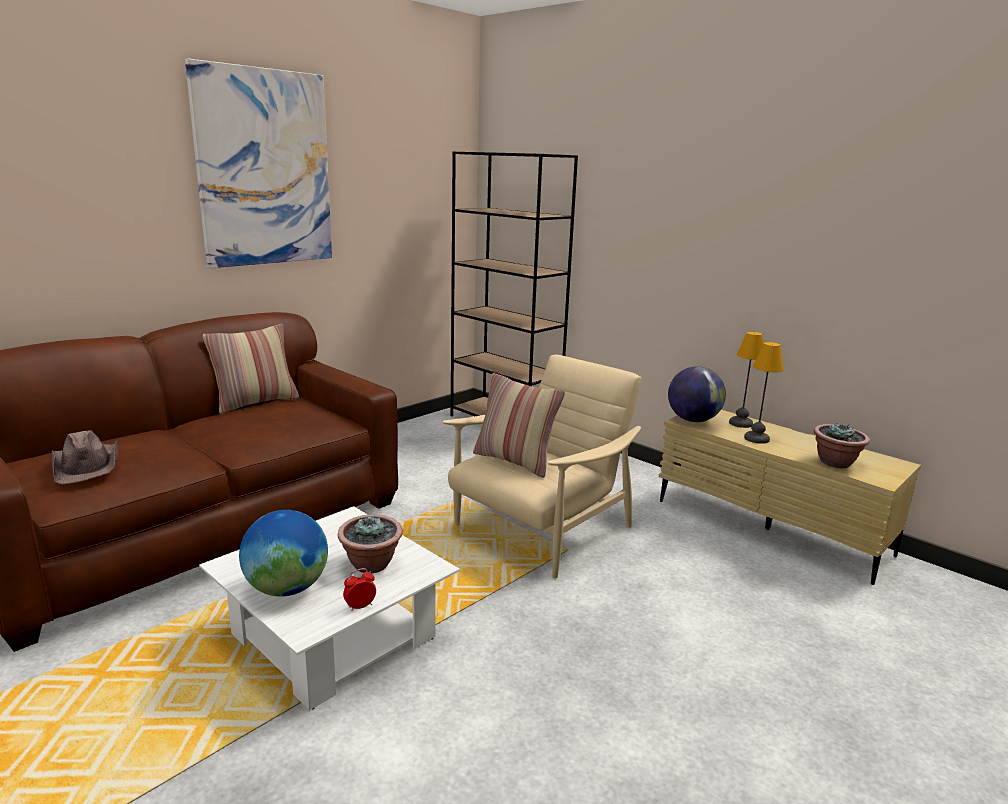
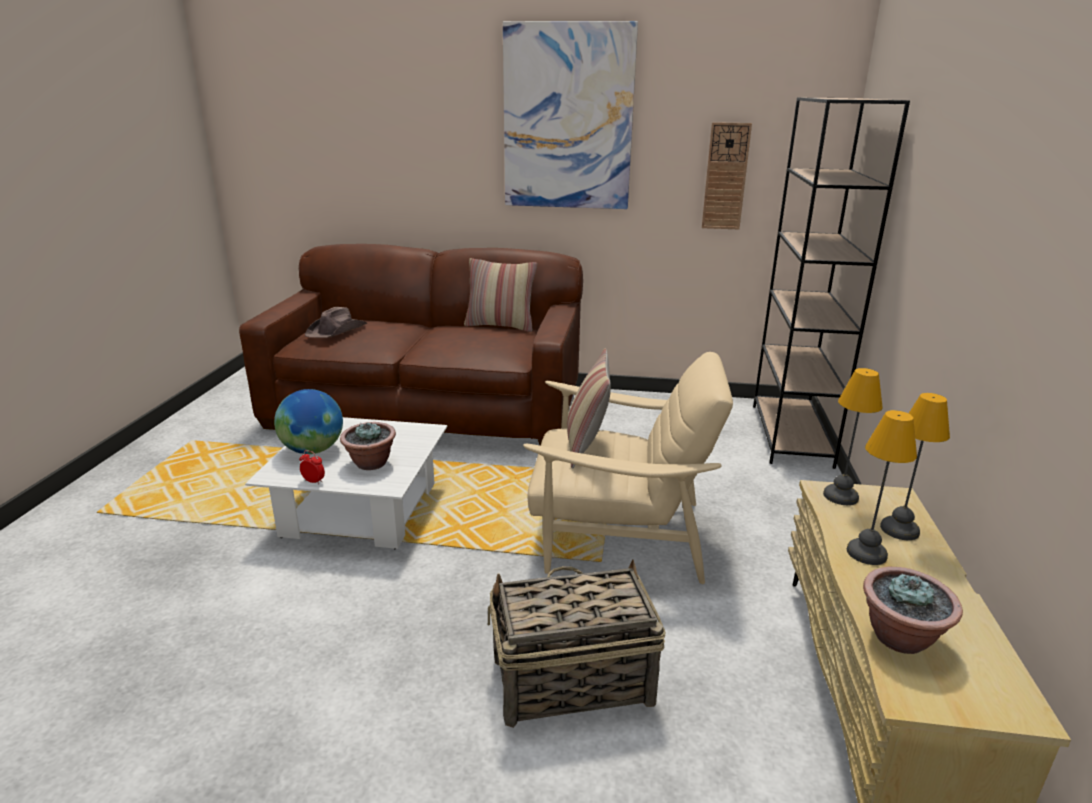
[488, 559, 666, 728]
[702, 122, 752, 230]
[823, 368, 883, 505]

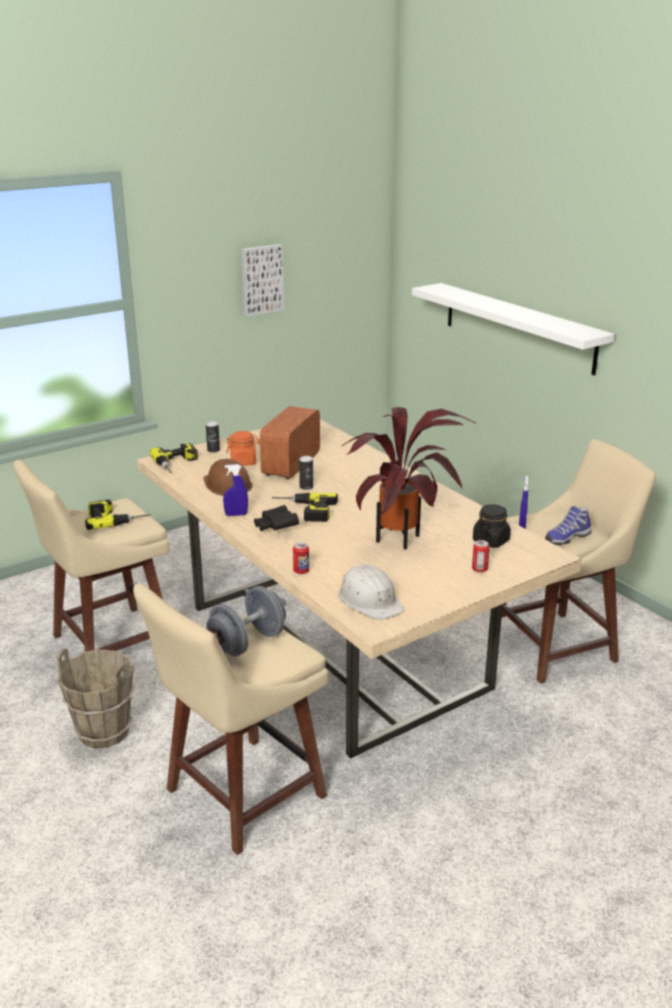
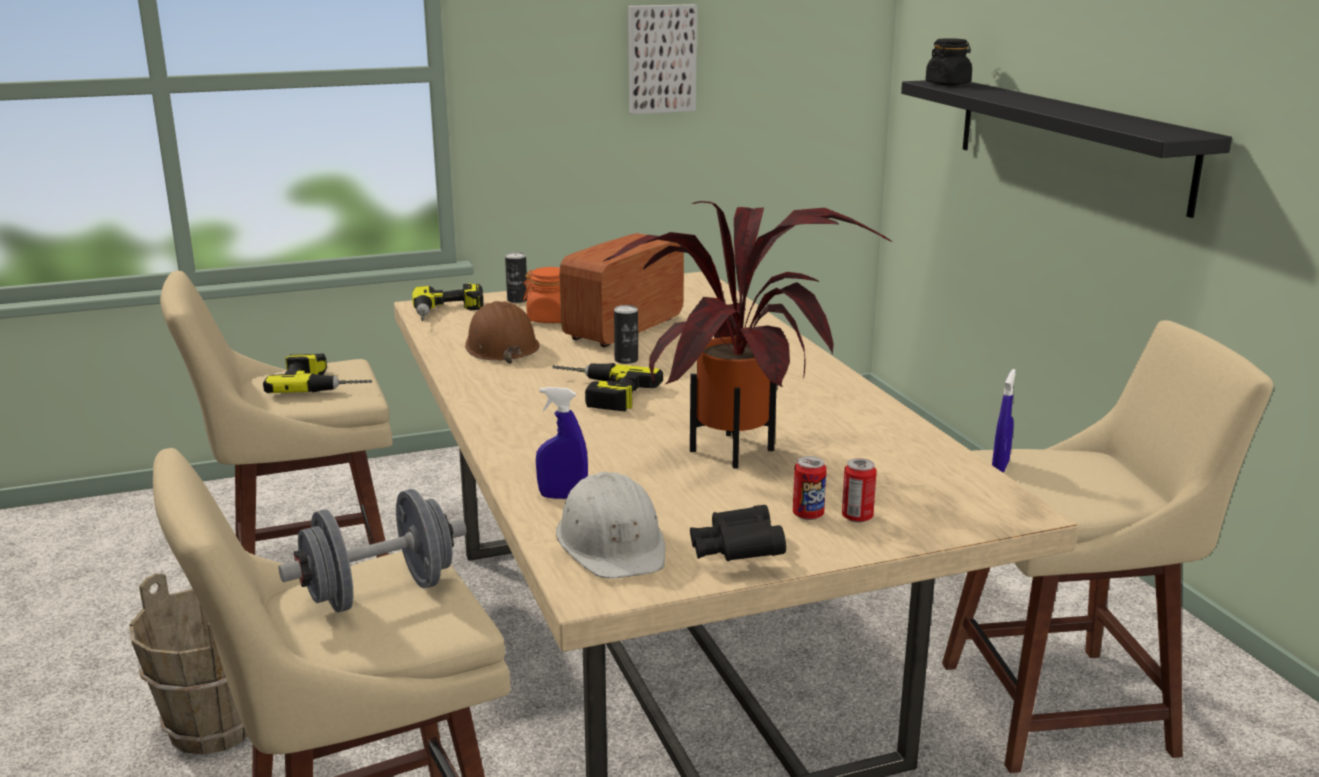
[536, 387, 588, 499]
[690, 505, 786, 561]
[793, 456, 827, 520]
[901, 80, 1232, 218]
[926, 38, 972, 86]
[545, 506, 591, 545] (first image)

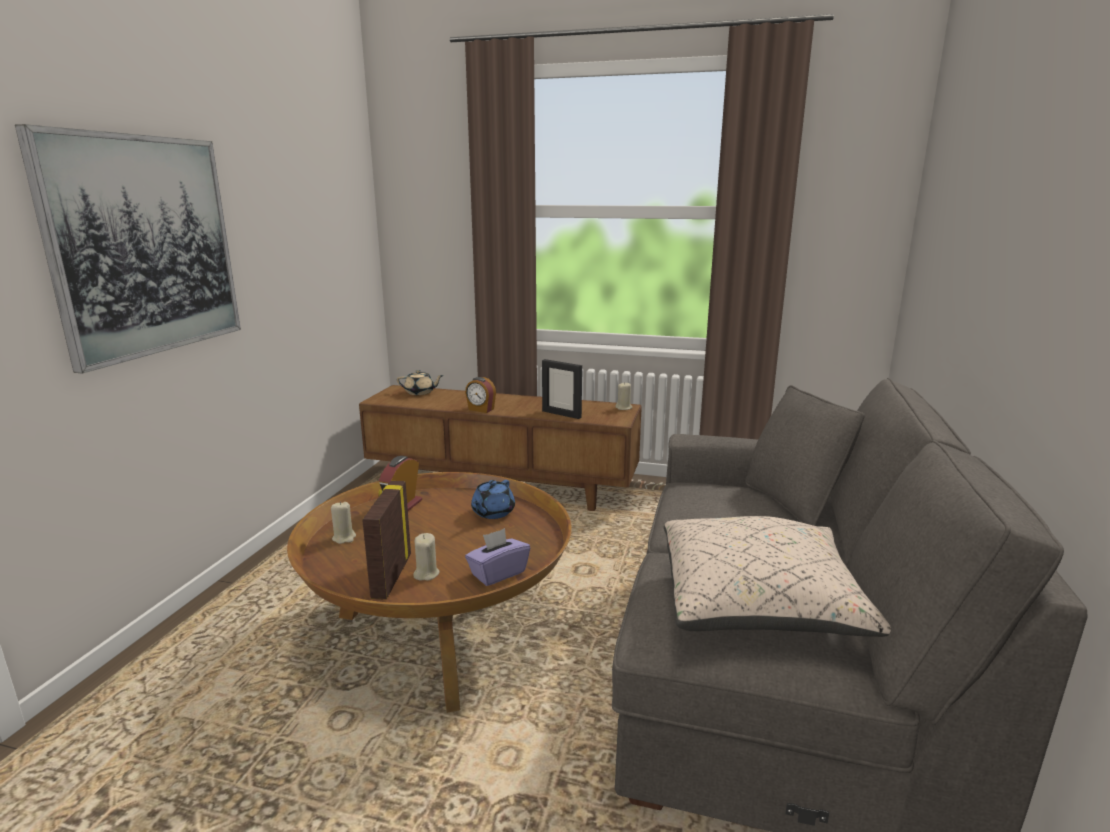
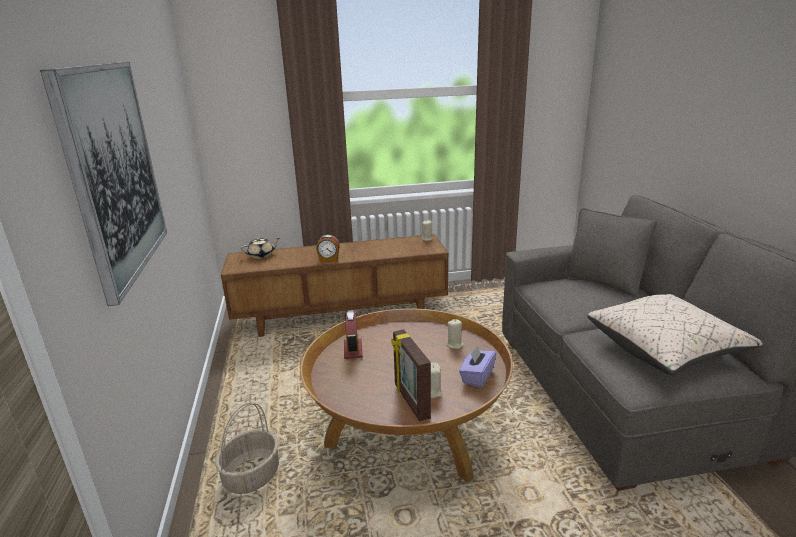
[215, 402, 279, 494]
[446, 319, 464, 349]
[471, 480, 515, 519] (first image)
[542, 359, 582, 419] (first image)

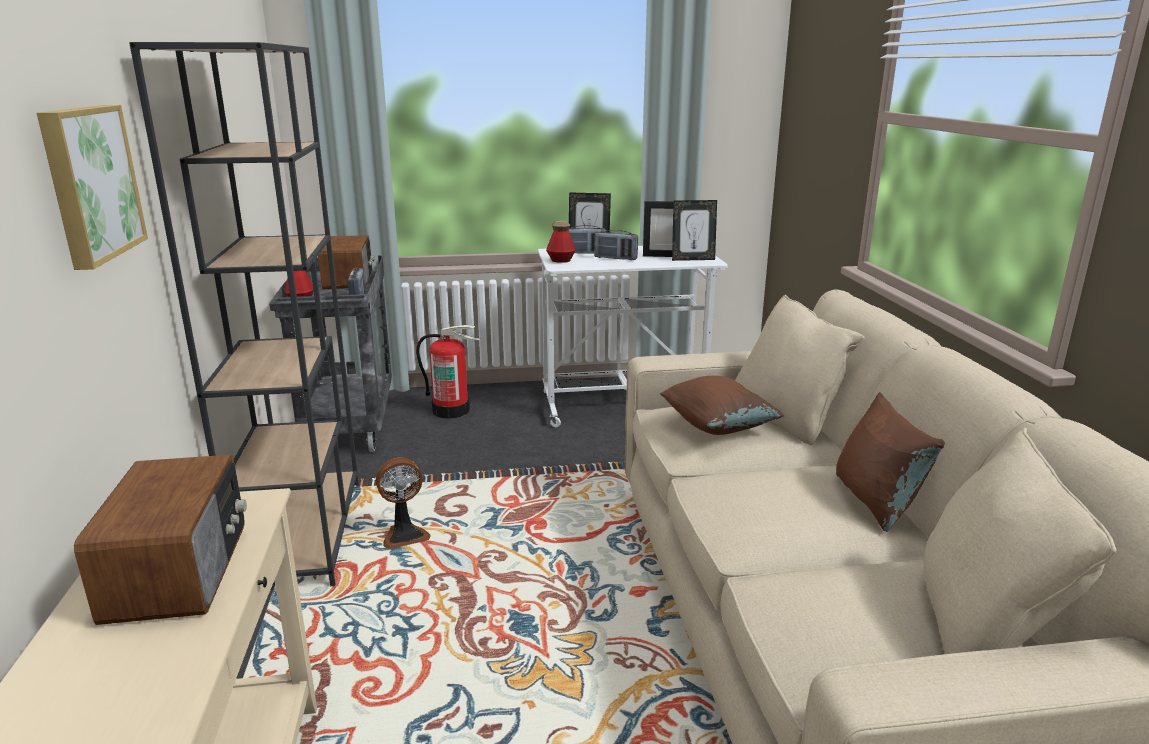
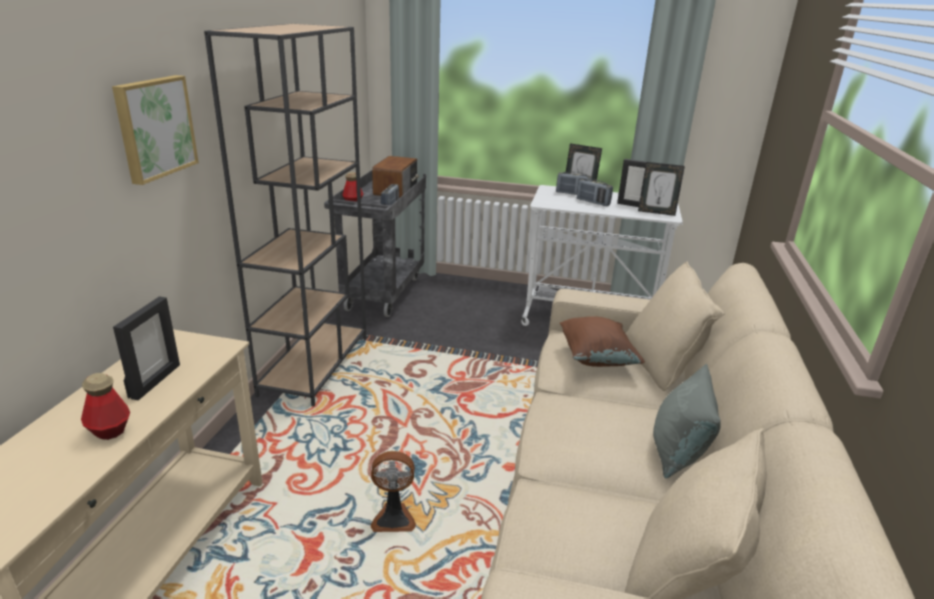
[81, 373, 130, 440]
[113, 296, 180, 400]
[371, 451, 416, 532]
[653, 364, 721, 479]
[416, 325, 480, 419] (first image)

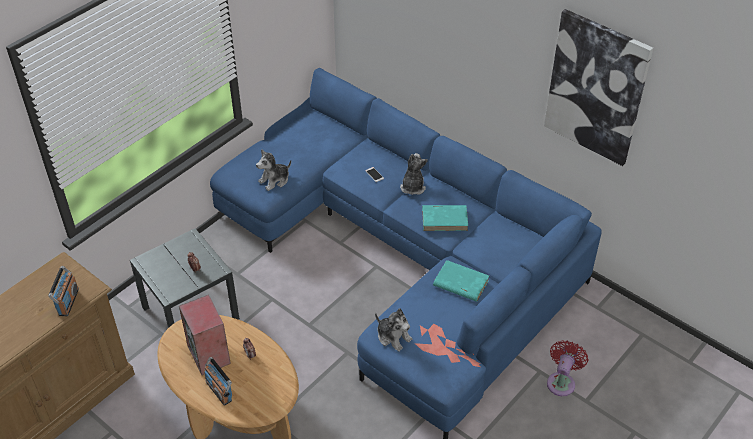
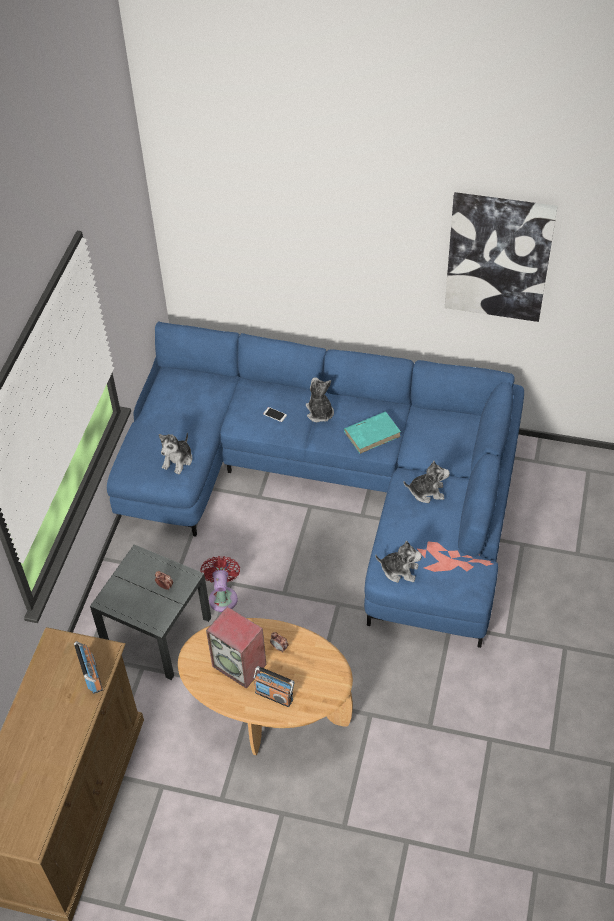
[201, 556, 240, 612]
[403, 461, 450, 503]

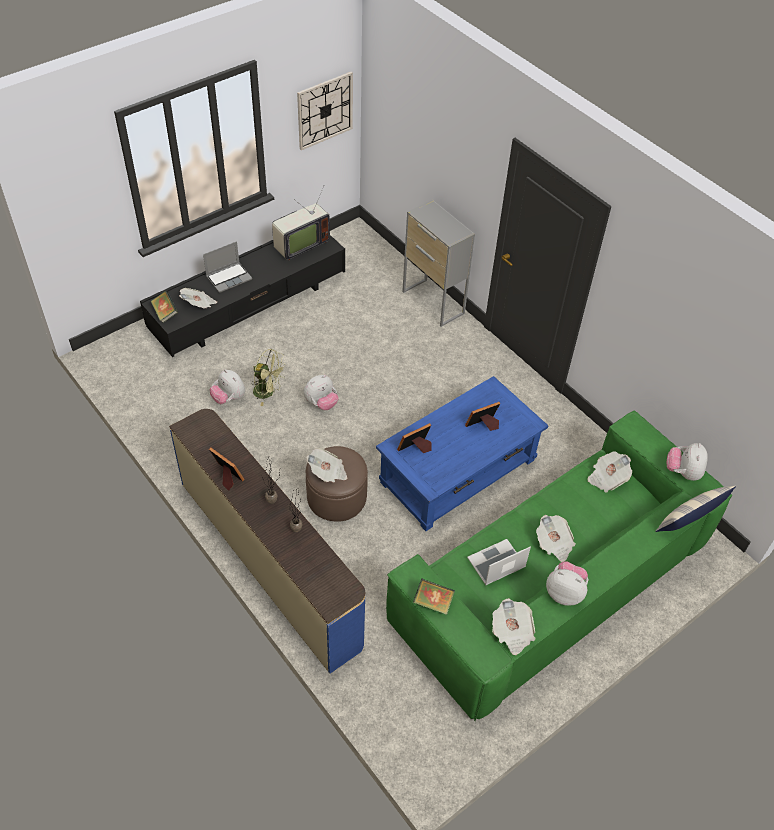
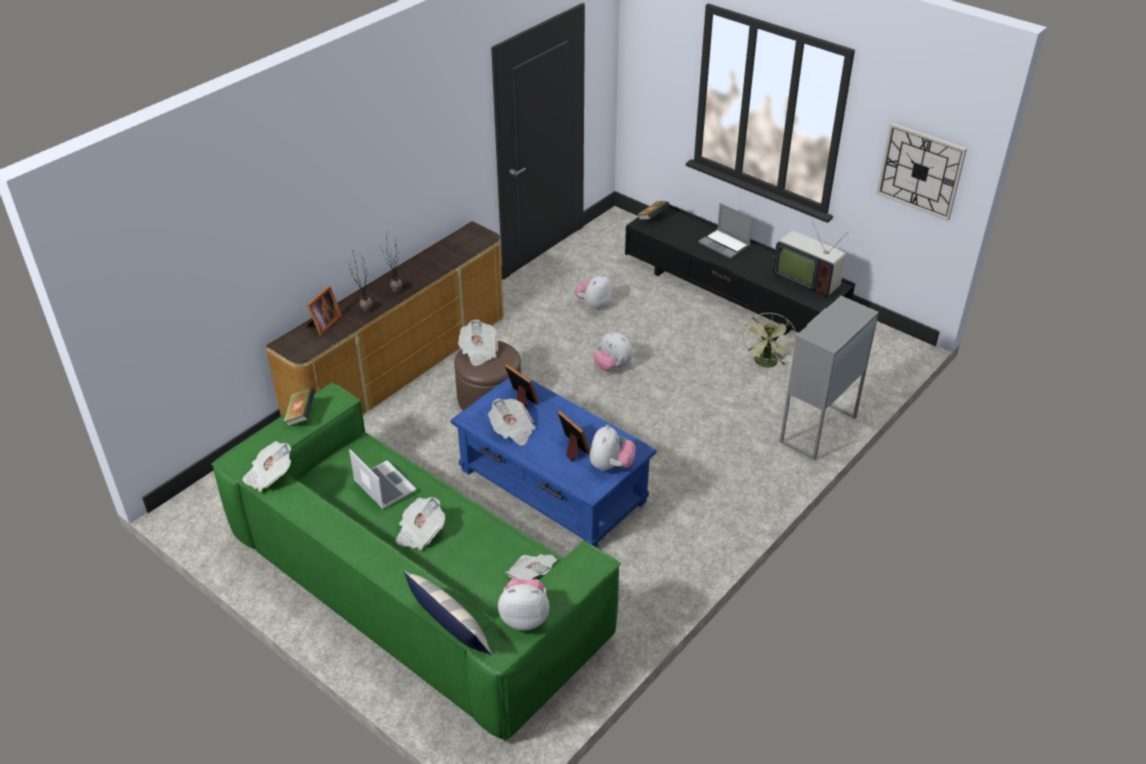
[266, 221, 504, 416]
[306, 286, 342, 335]
[488, 398, 536, 445]
[590, 425, 636, 471]
[743, 313, 796, 367]

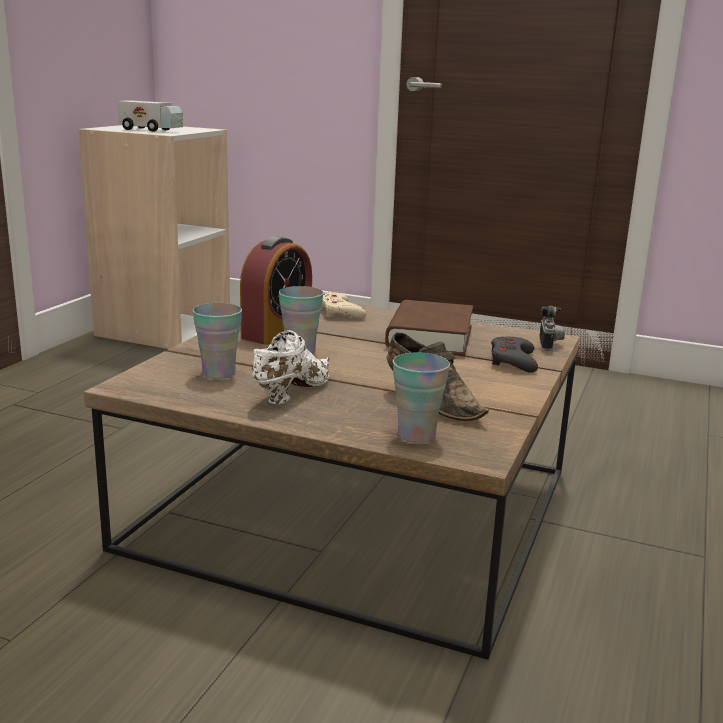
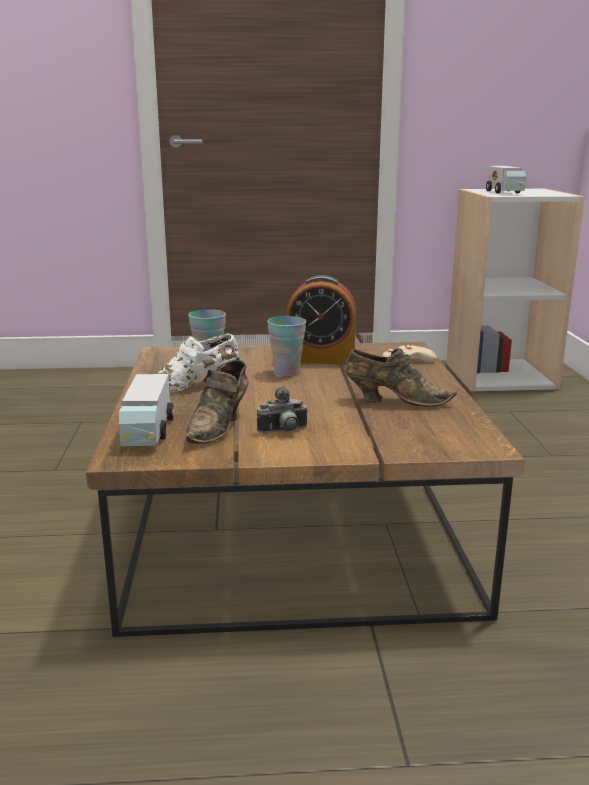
[119, 374, 174, 446]
[156, 334, 239, 392]
[257, 386, 308, 434]
[345, 348, 457, 407]
[491, 337, 538, 373] (first image)

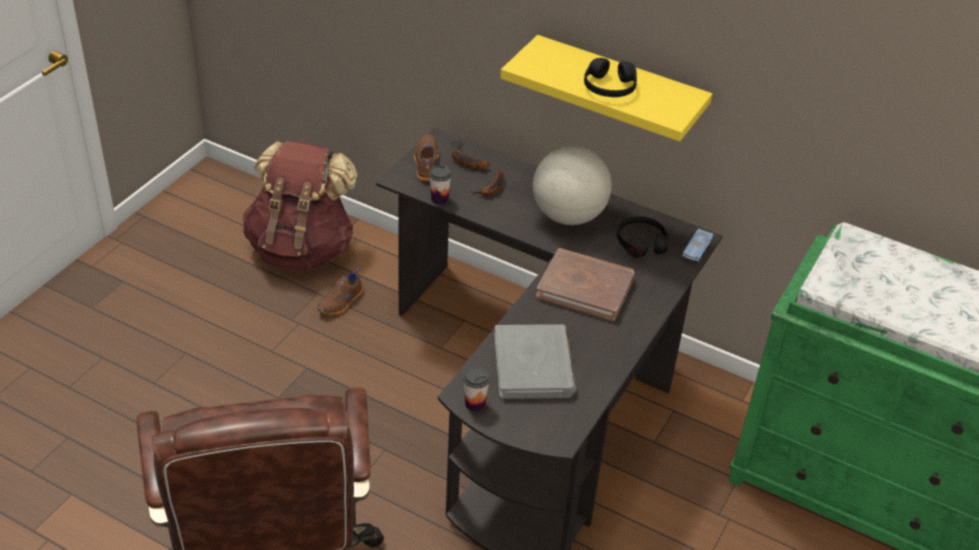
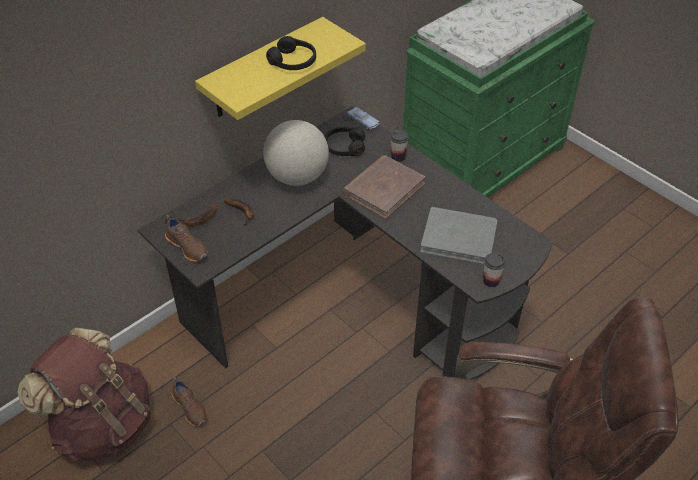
[165, 214, 208, 262]
[390, 130, 409, 162]

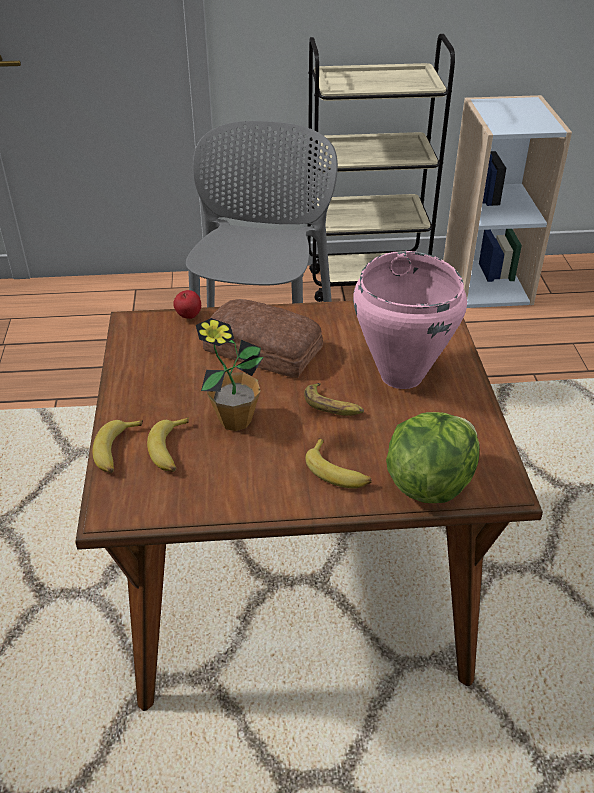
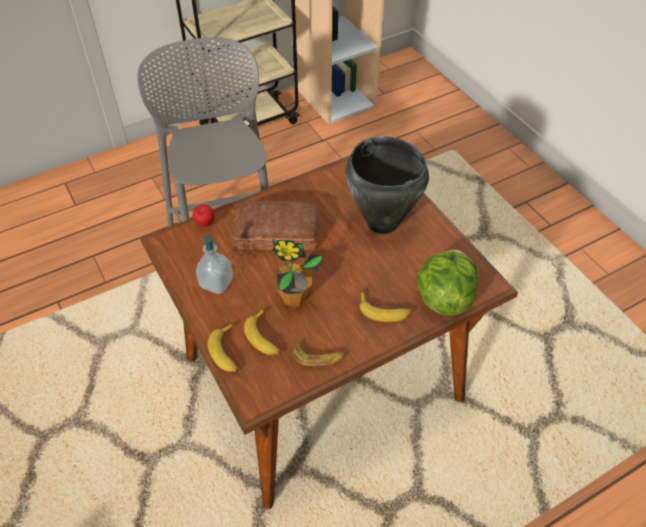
[196, 236, 233, 294]
[292, 341, 345, 366]
[346, 136, 429, 234]

